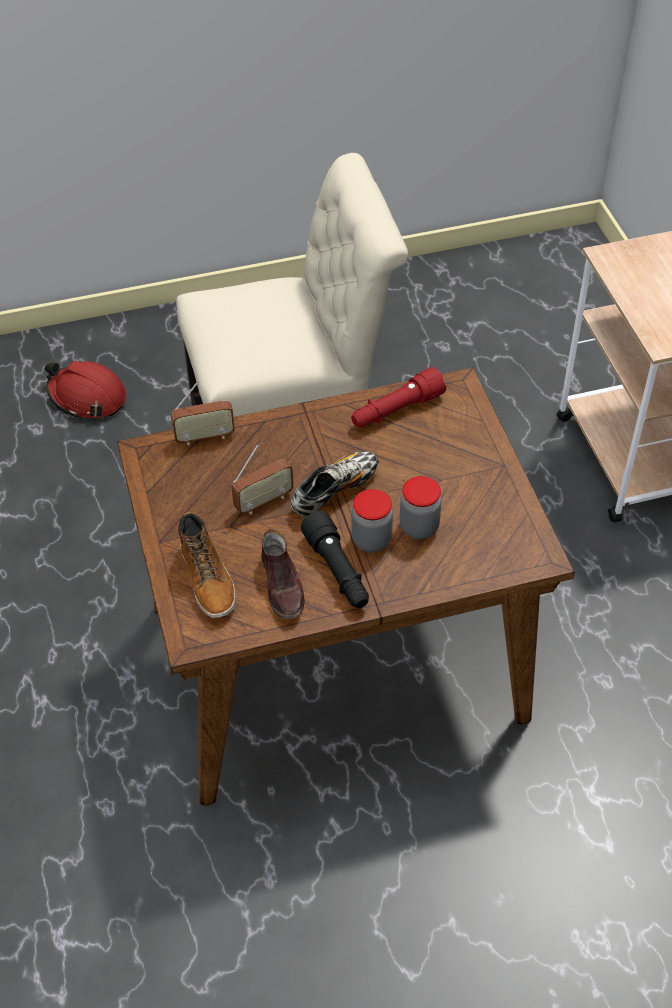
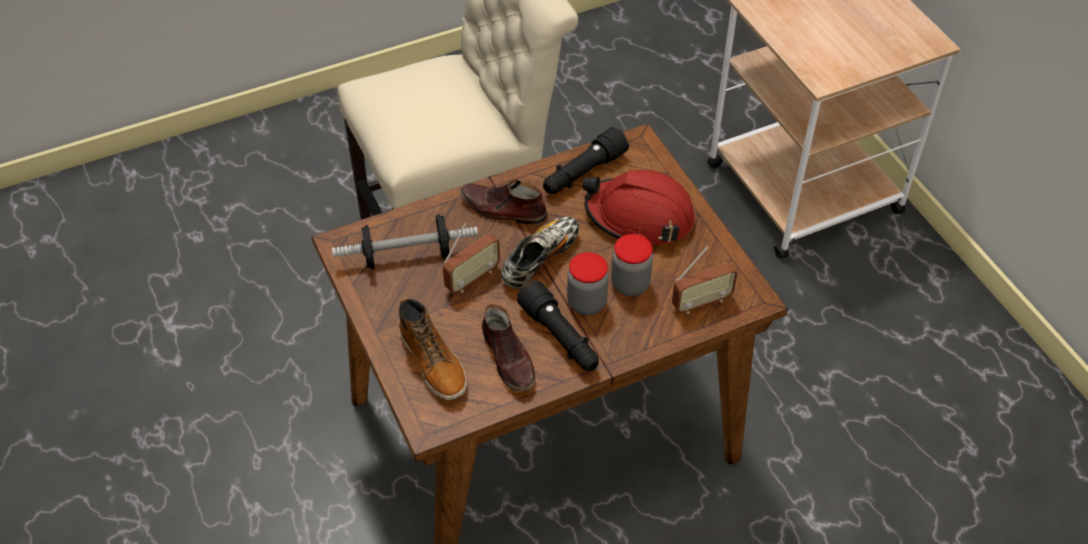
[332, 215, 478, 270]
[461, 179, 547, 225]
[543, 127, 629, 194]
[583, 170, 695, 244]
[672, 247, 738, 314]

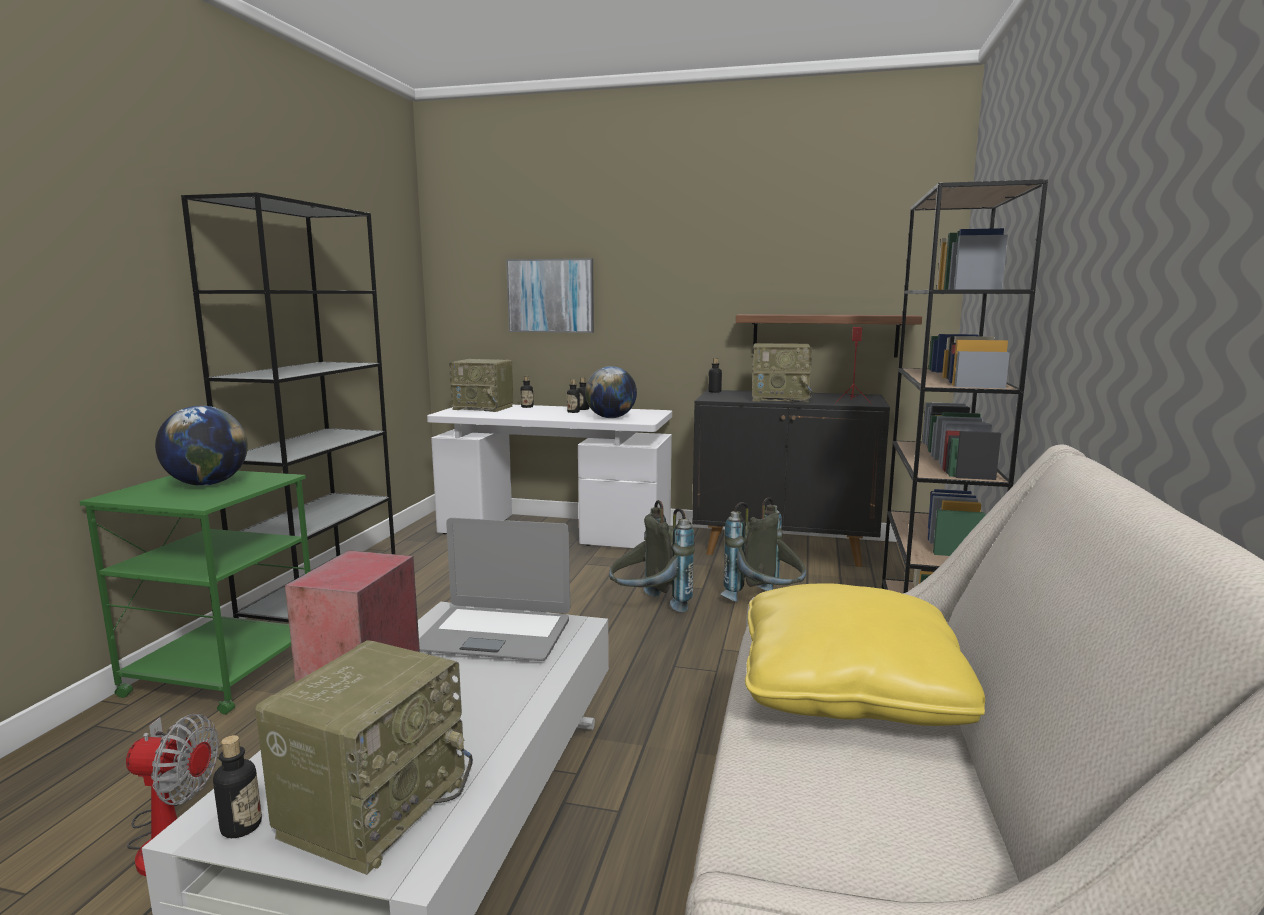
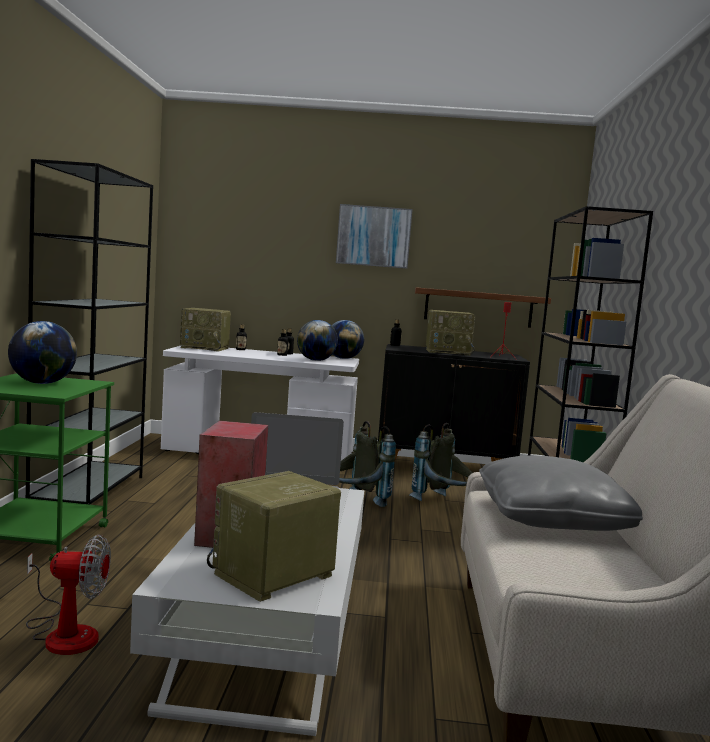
[207, 471, 341, 602]
[332, 320, 364, 359]
[336, 204, 413, 269]
[479, 455, 643, 531]
[213, 735, 262, 838] (first image)

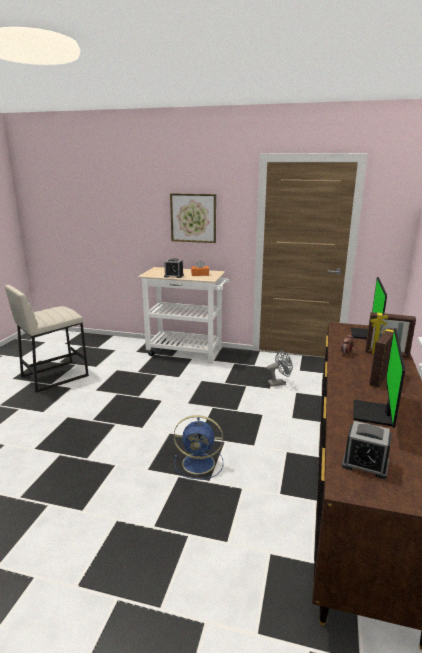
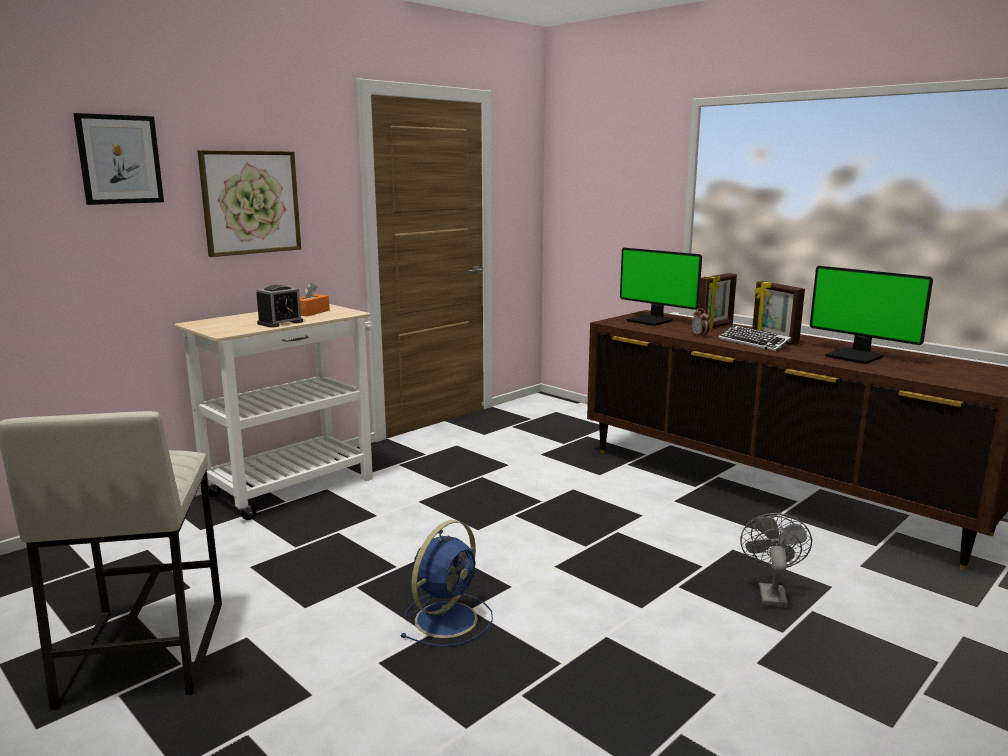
[73, 113, 164, 205]
[400, 520, 493, 647]
[718, 325, 791, 352]
[740, 513, 812, 608]
[342, 421, 392, 479] (first image)

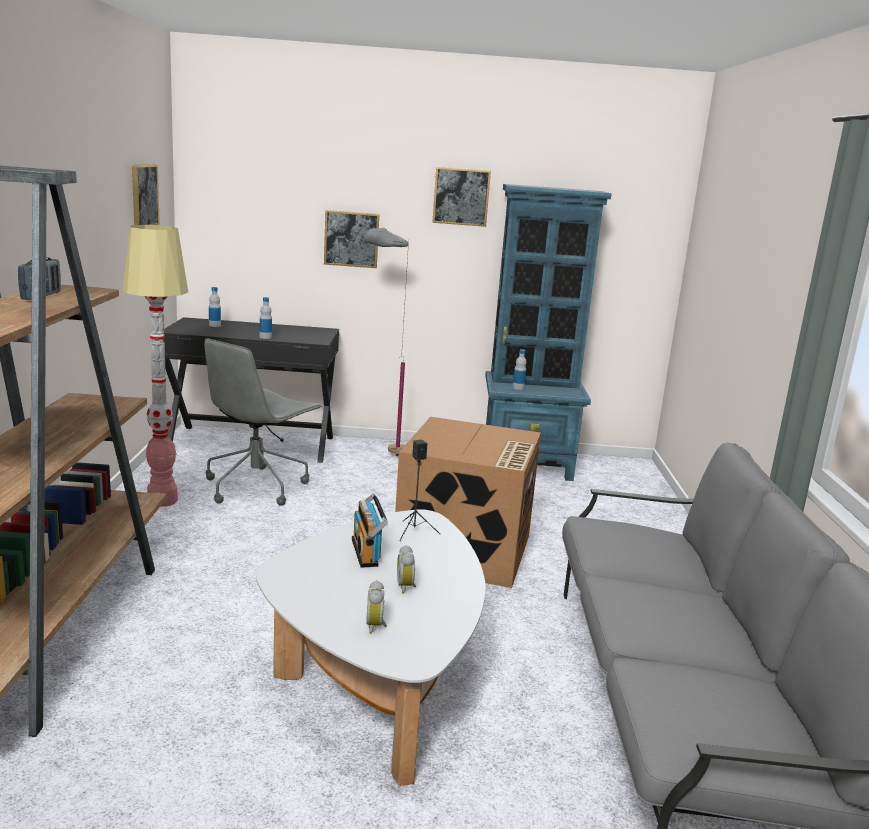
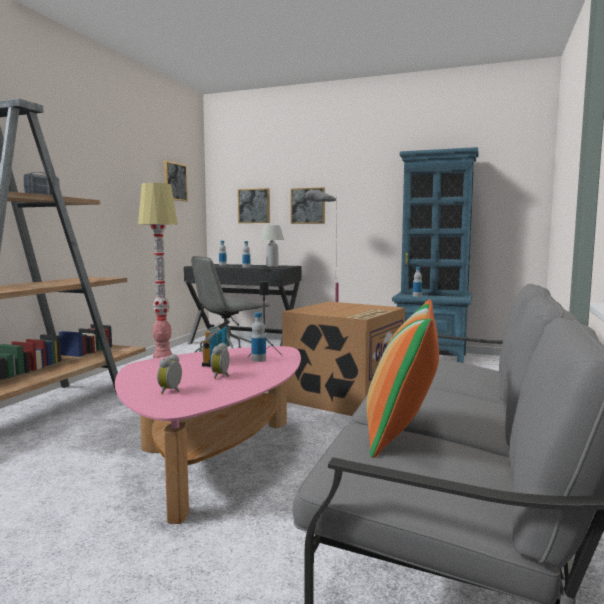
[115, 346, 301, 524]
[238, 188, 270, 223]
[251, 312, 266, 362]
[260, 225, 284, 267]
[366, 299, 439, 458]

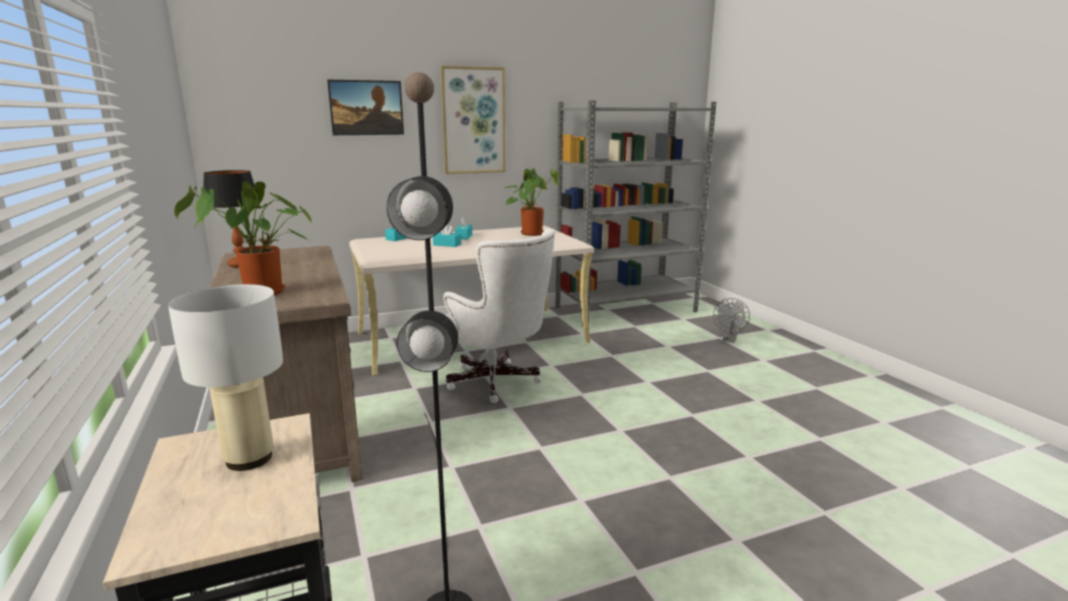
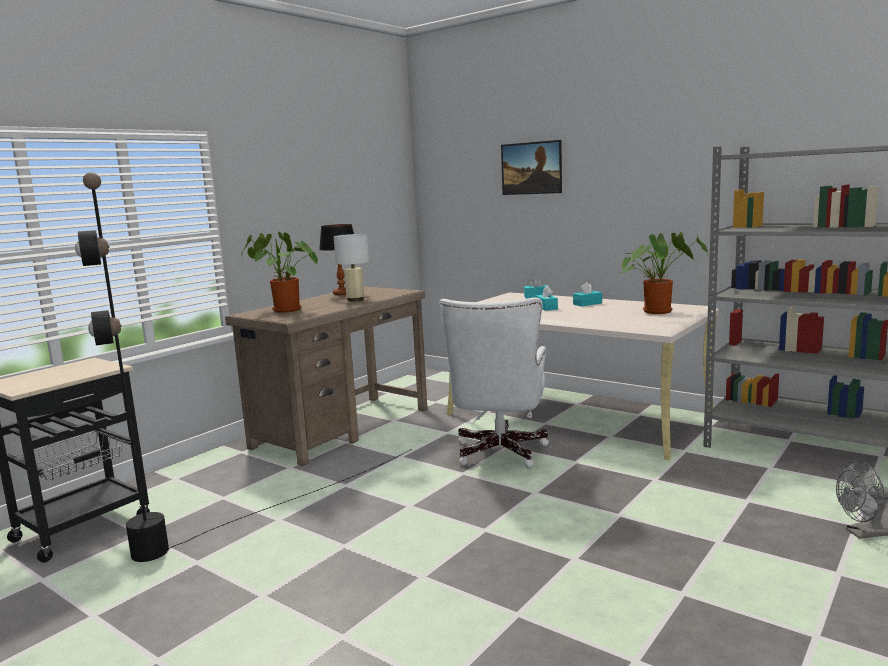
[334, 234, 369, 301]
[440, 66, 505, 174] (first image)

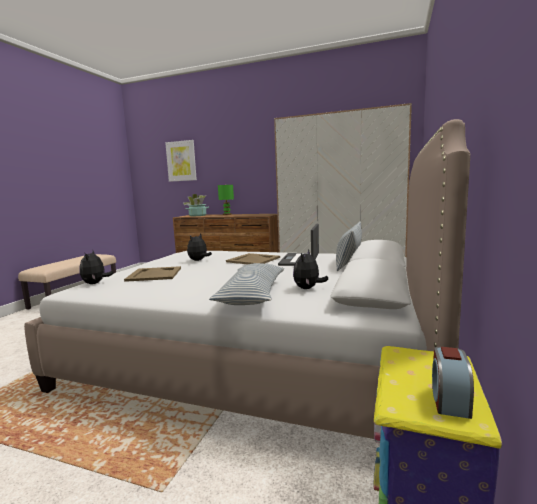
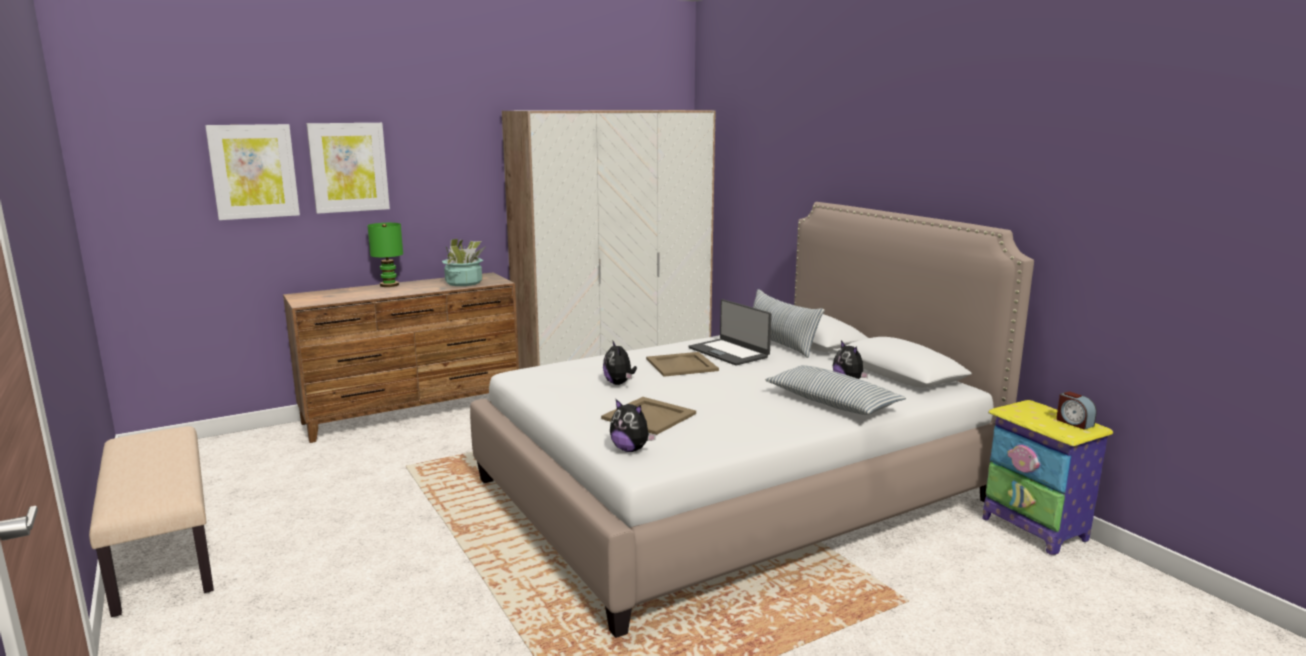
[307, 123, 390, 214]
[442, 239, 486, 286]

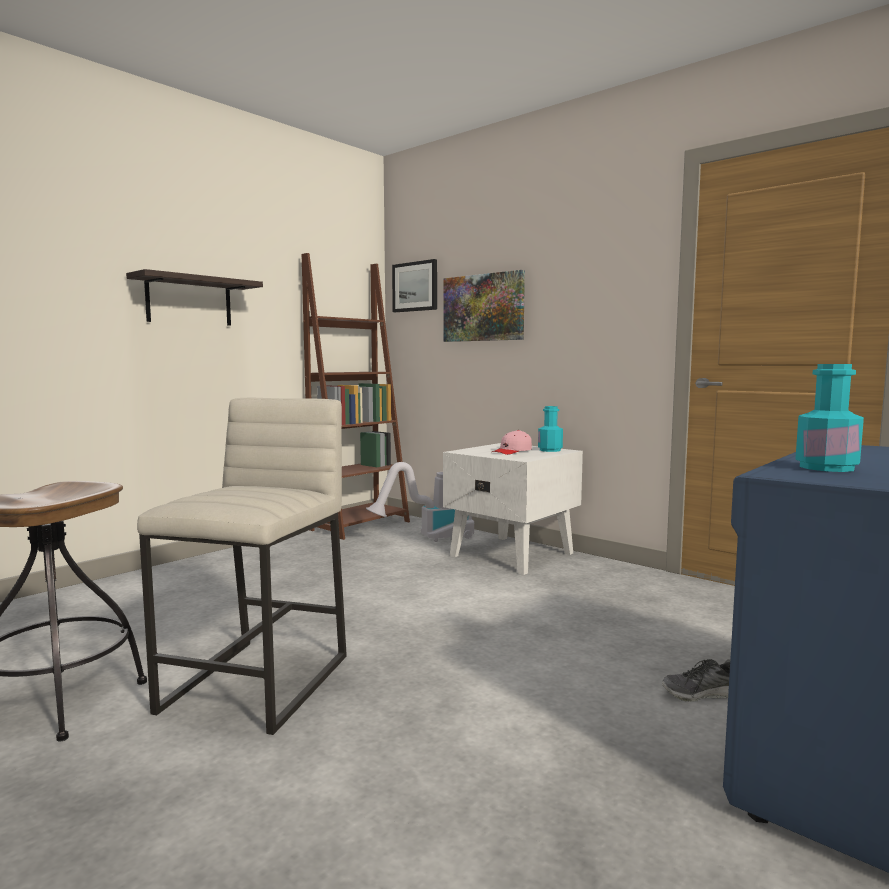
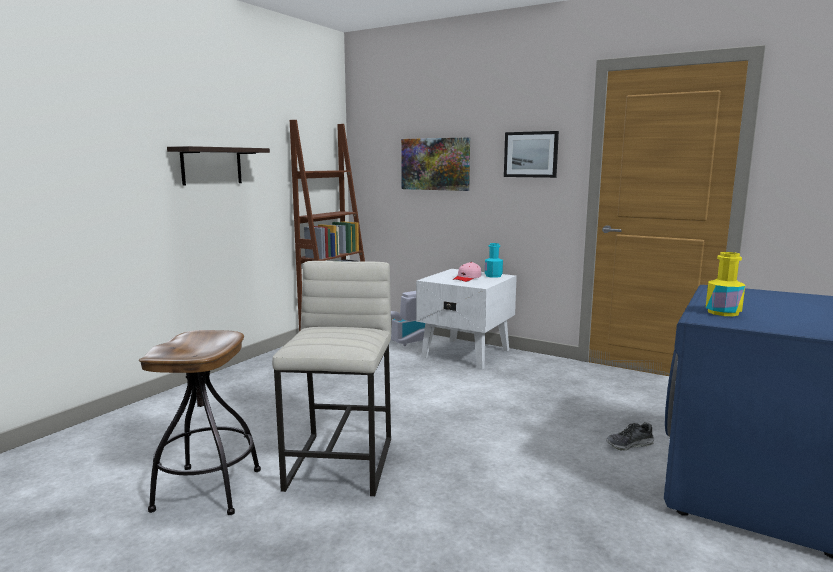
[504, 131, 559, 178]
[706, 252, 745, 316]

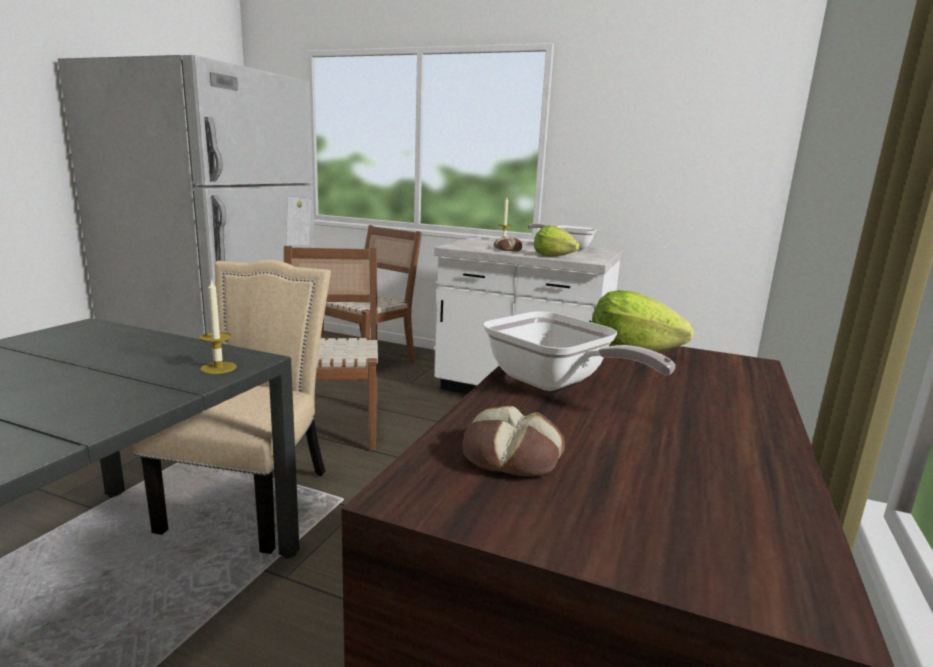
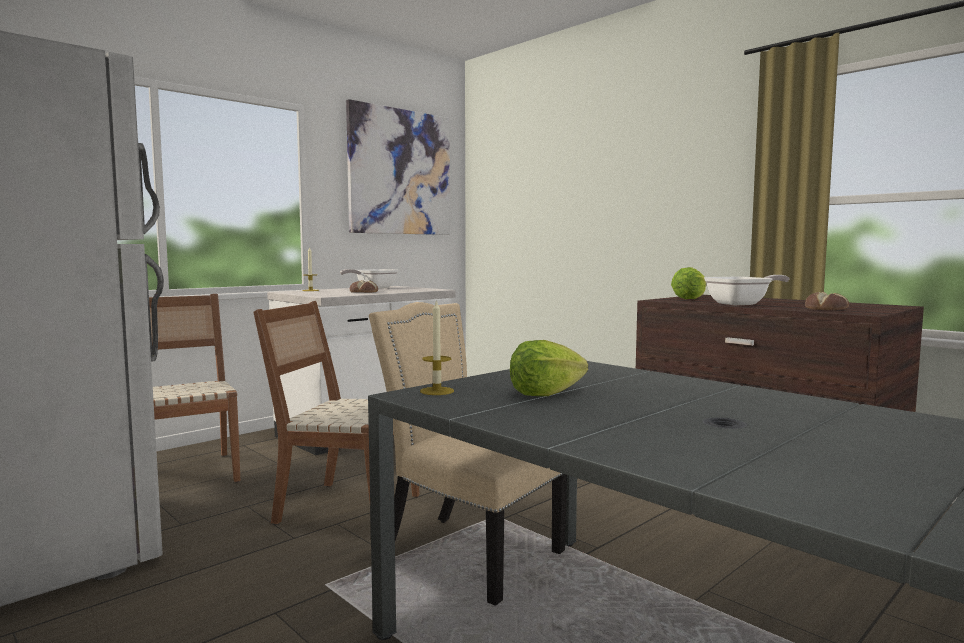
[346, 99, 450, 235]
[420, 299, 454, 395]
[510, 340, 588, 396]

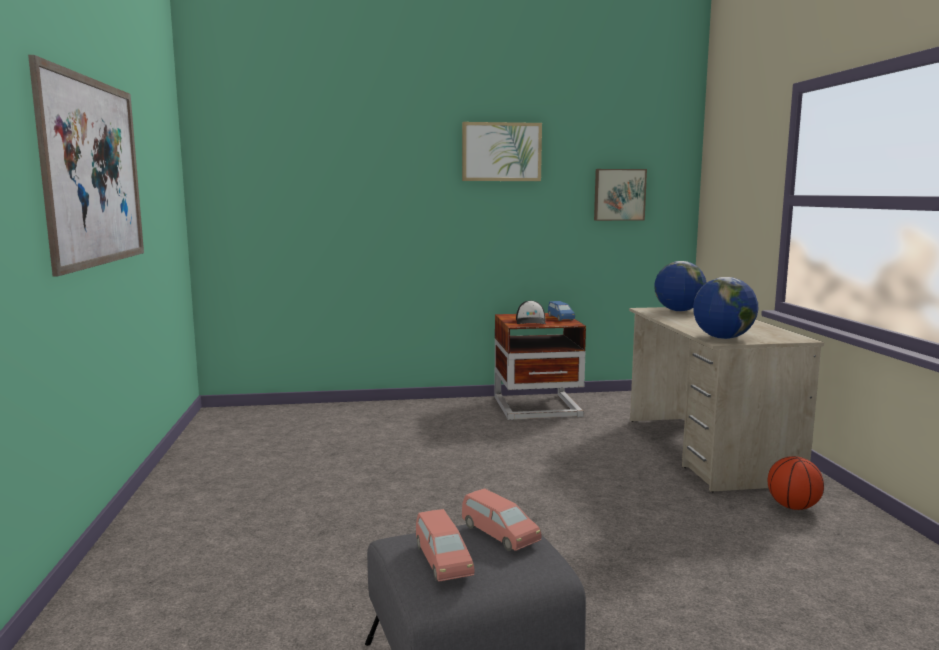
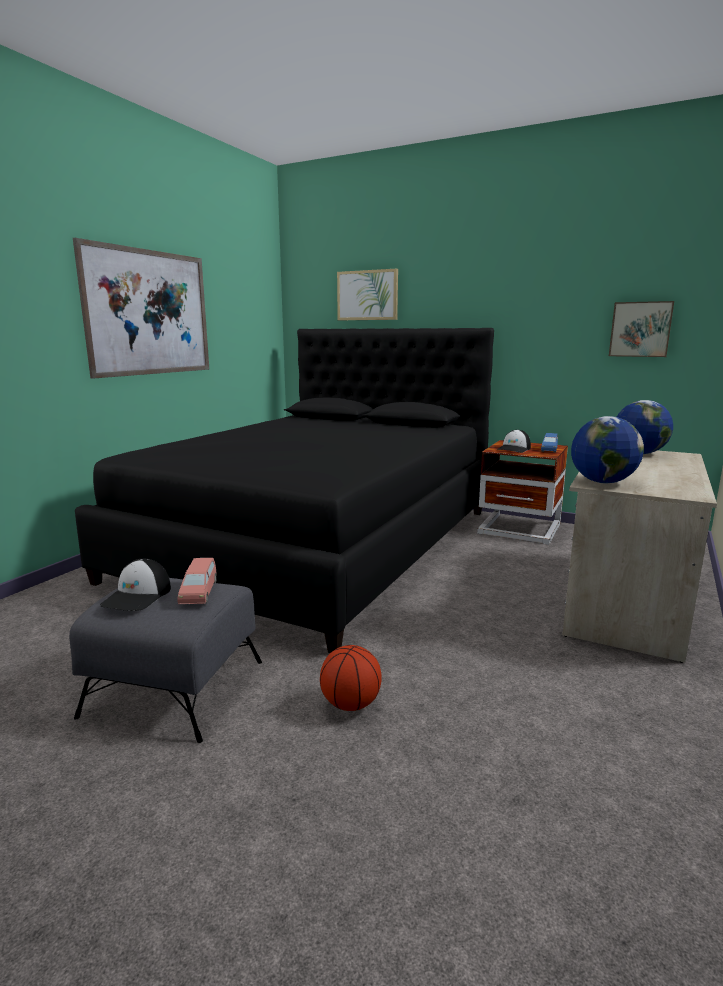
[75, 328, 494, 653]
[100, 559, 171, 611]
[320, 645, 382, 711]
[337, 269, 398, 320]

